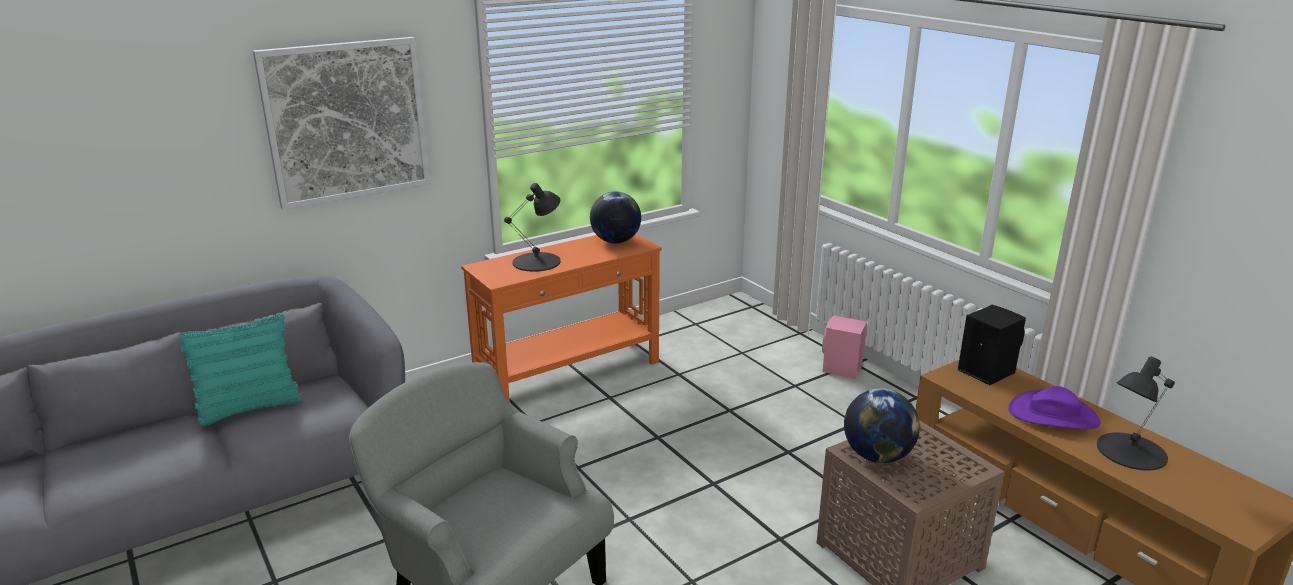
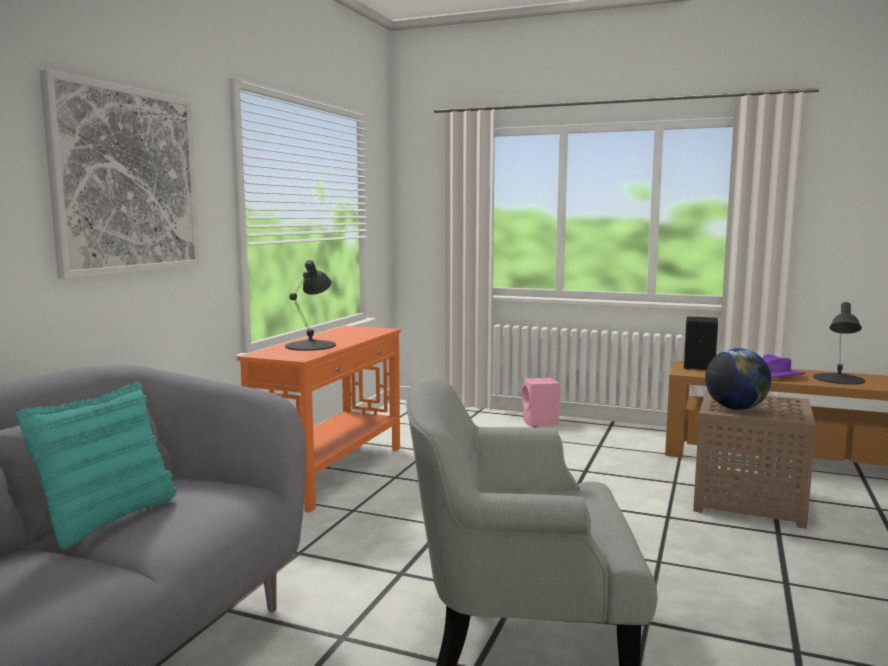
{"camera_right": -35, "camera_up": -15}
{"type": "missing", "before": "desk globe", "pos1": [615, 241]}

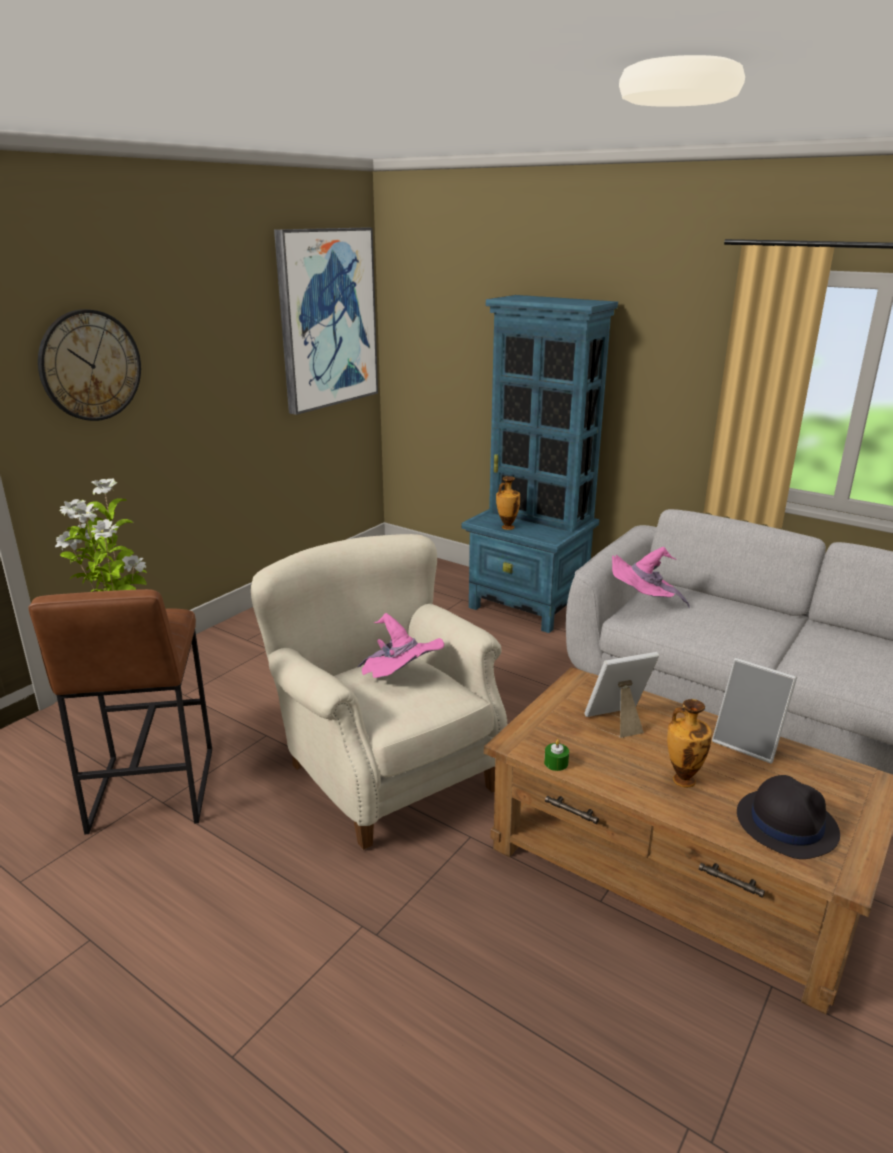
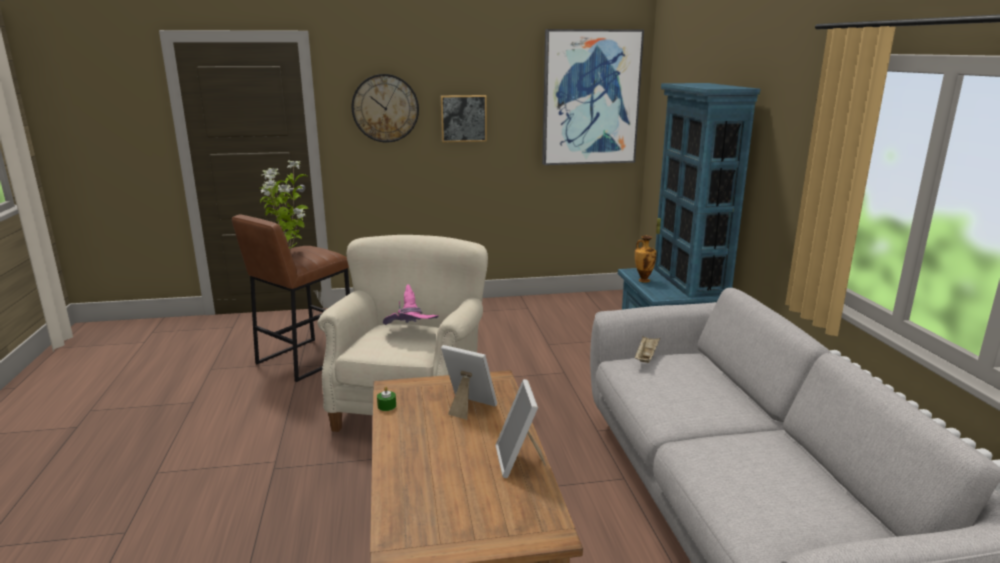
{"camera_right": 45, "camera_up": -5}
{"type": "exchanged", "before": "clothing hat in pinkish", "after": "serving tray in beige", "pos1": [642, 602], "pos2": [646, 357]}
{"type": "missing", "before": "flower vase", "pos1": [682, 779]}
{"type": "missing", "before": "clothing hat in black", "pos1": [786, 823]}
{"type": "appeared", "after": "wall picture", "pos2": [463, 118]}

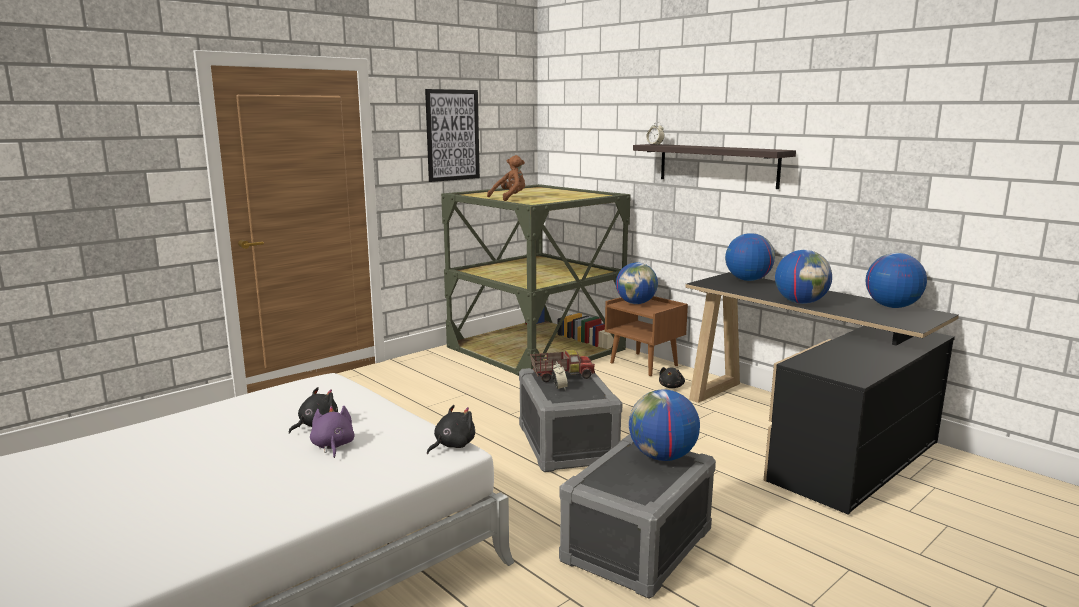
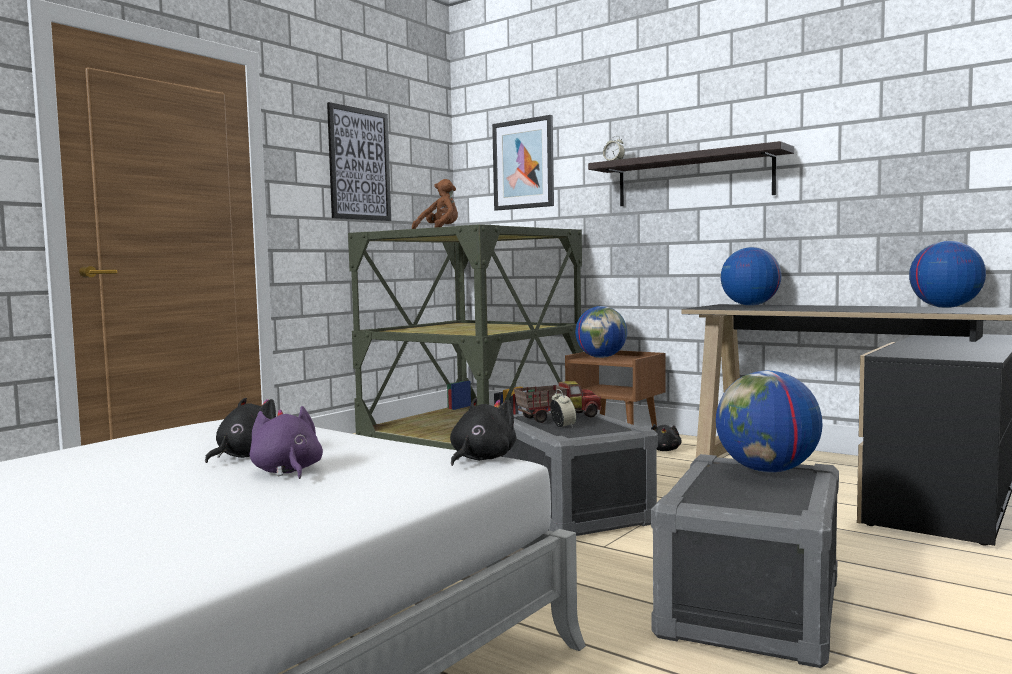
{"camera_right": -10, "camera_up": -10}
{"type": "missing", "before": "desk globe", "pos1": [800, 302]}
{"type": "appeared", "after": "wall picture", "pos2": [523, 164]}

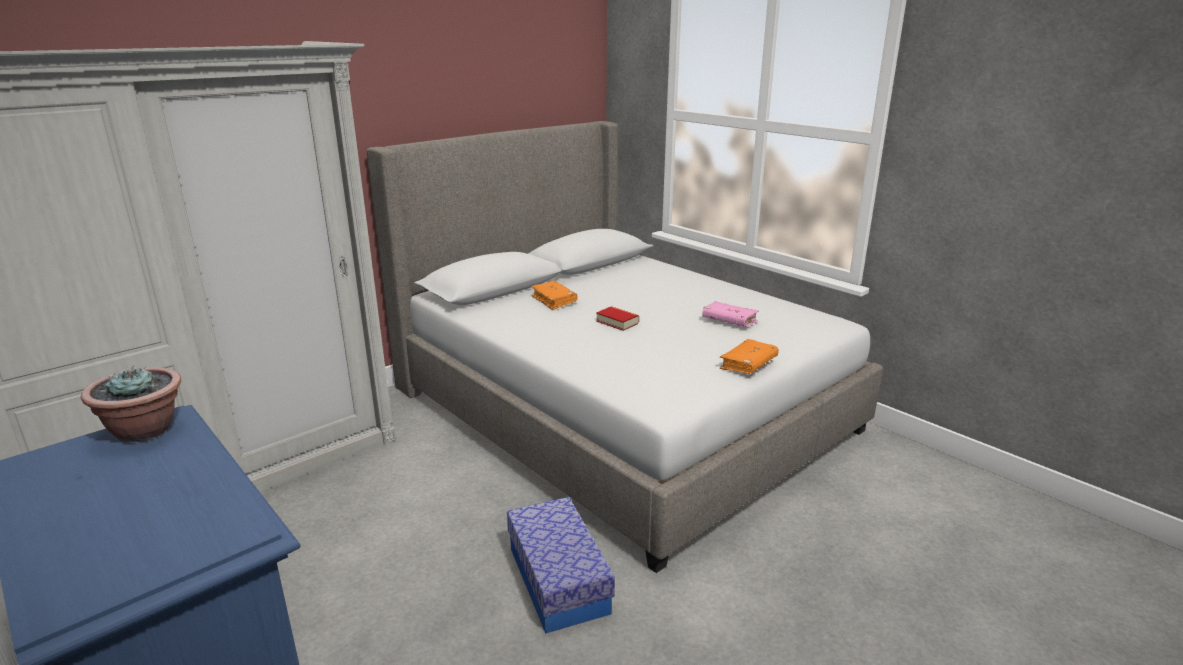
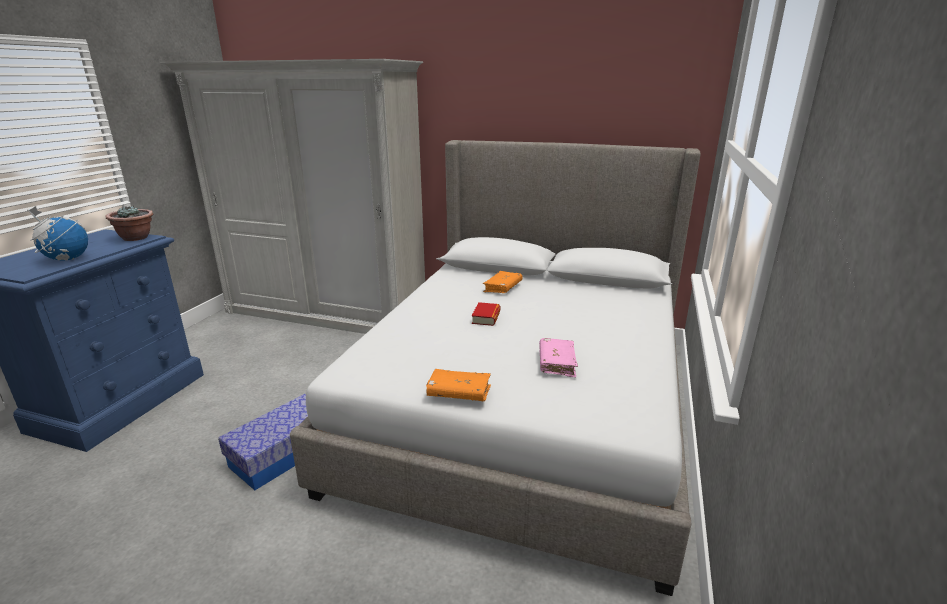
{"camera_right": 60, "camera_up": 0}
{"type": "appeared", "after": "desk globe", "pos2": [67, 259]}

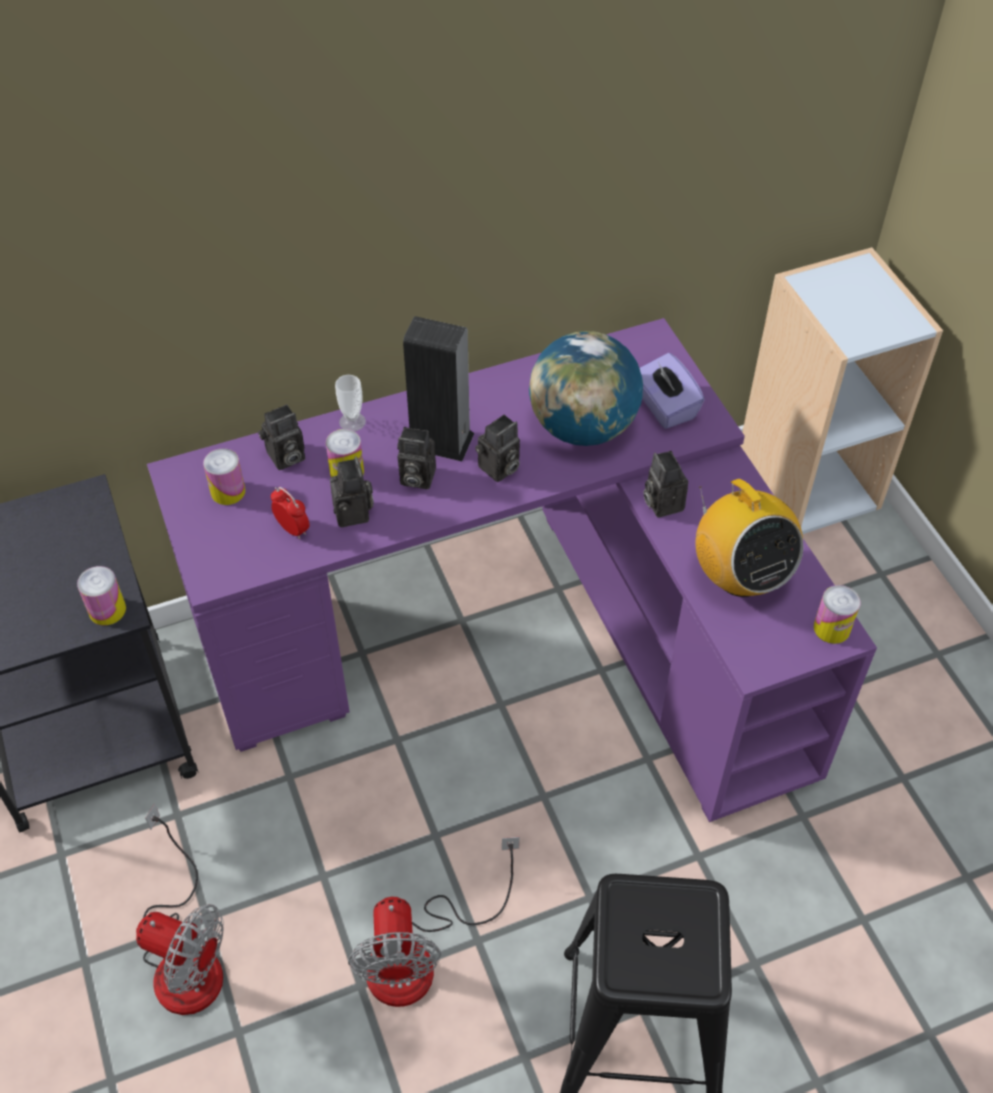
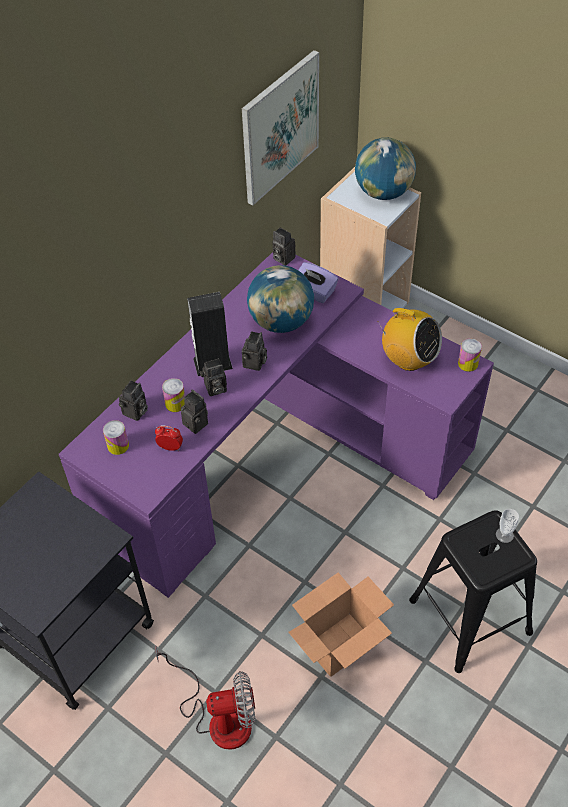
{"camera_right": -30, "camera_up": 0}
{"type": "relocated", "before": "small cup", "pos1": [352, 422], "pos2": [504, 535]}
{"type": "relocated", "before": "still camera", "pos1": [661, 502], "pos2": [282, 258]}
{"type": "missing", "before": "metal can", "pos1": [107, 610]}
{"type": "exchanged", "before": "cooling fan", "after": "packing box", "pos1": [420, 955], "pos2": [340, 644]}
{"type": "appeared", "after": "wall picture", "pos2": [280, 127]}
{"type": "appeared", "after": "desk globe", "pos2": [383, 192]}

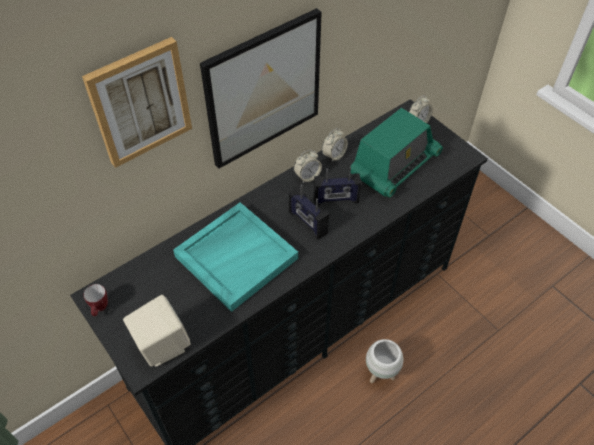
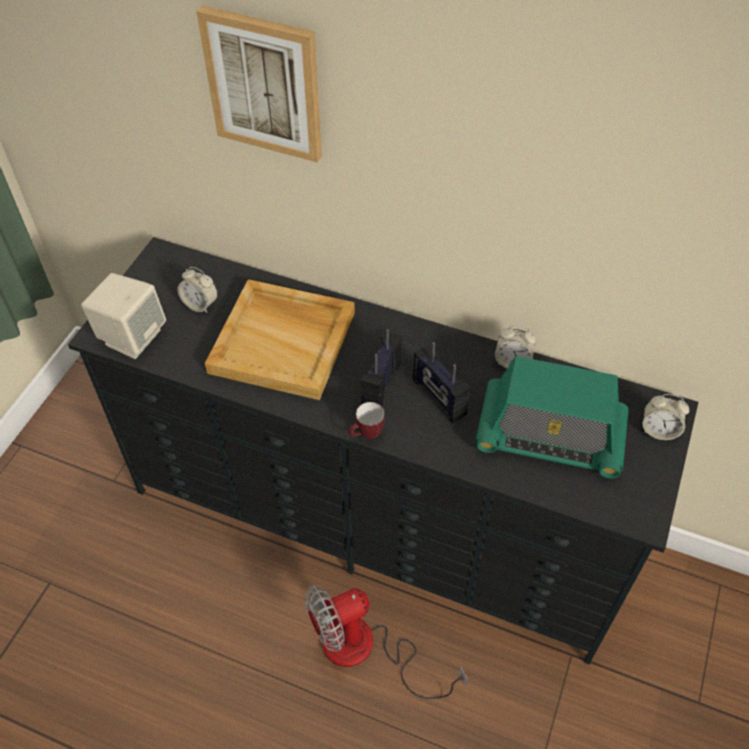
{"camera_right": 60, "camera_up": 0}
{"type": "missing", "before": "wall picture", "pos1": [263, 89]}
{"type": "relocated", "before": "alarm clock", "pos1": [307, 176], "pos2": [200, 304]}
{"type": "colour", "before": "serving tray in blue-green", "after": "serving tray in beige", "pos1": [236, 256], "pos2": [284, 341]}
{"type": "relocated", "before": "tea mug", "pos1": [100, 309], "pos2": [366, 435]}
{"type": "exchanged", "before": "plant pot in white", "after": "cooling fan", "pos1": [381, 374], "pos2": [365, 650]}

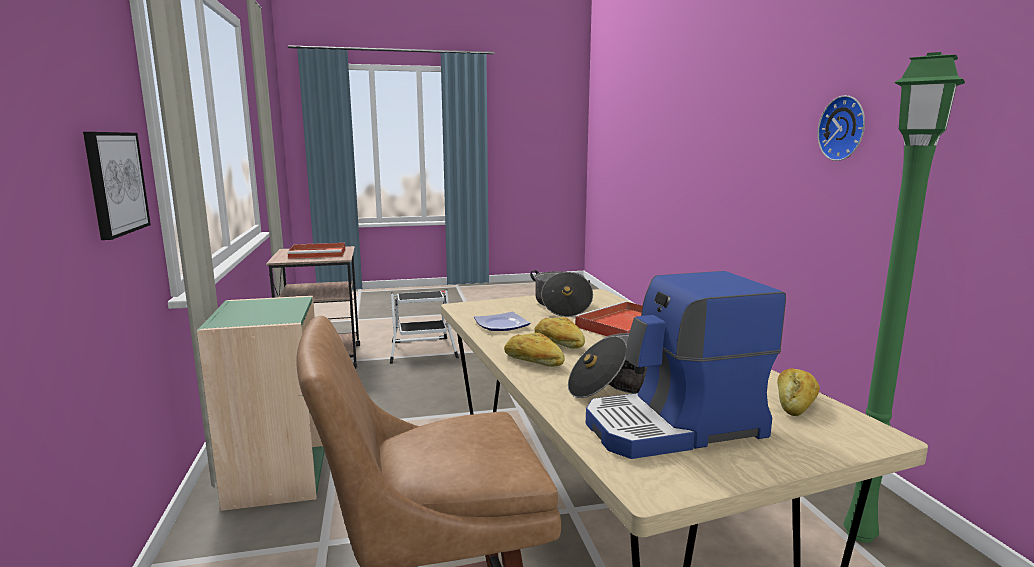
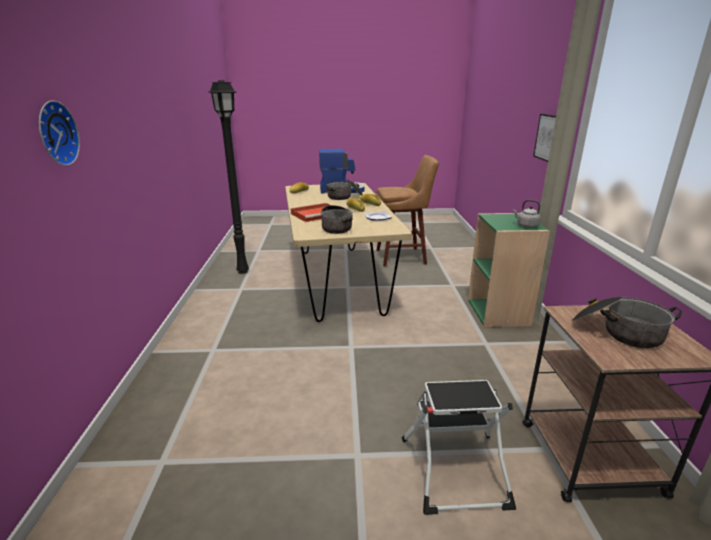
{"camera_right": -170, "camera_up": 10}
{"type": "colour", "before": "standing lamp in green-coloured", "after": "standing lamp in black", "pos1": [861, 536], "pos2": [243, 271]}
{"type": "relocated", "before": "clock on the wall", "pos1": [844, 128], "pos2": [55, 133]}
{"type": "exchanged", "before": "serving tray in reddish", "after": "cooking pot", "pos1": [319, 253], "pos2": [618, 332]}
{"type": "appeared", "after": "tea kettle in grey", "pos2": [526, 226]}

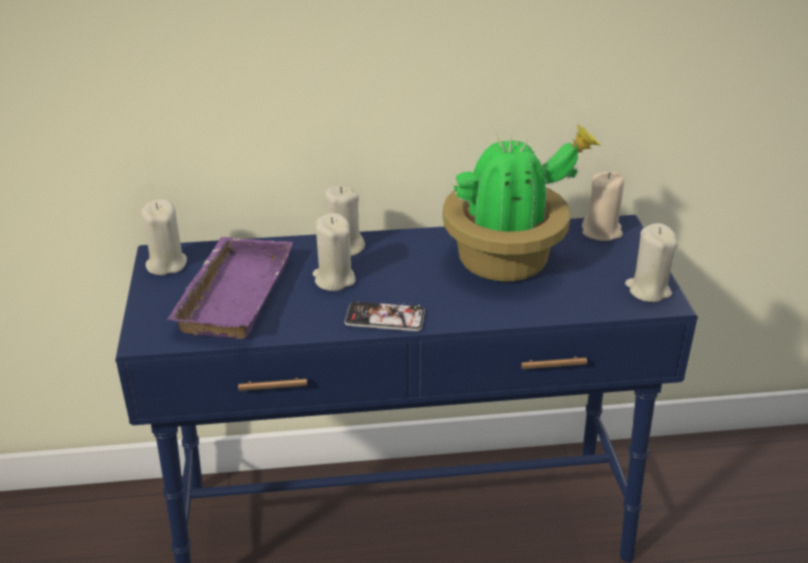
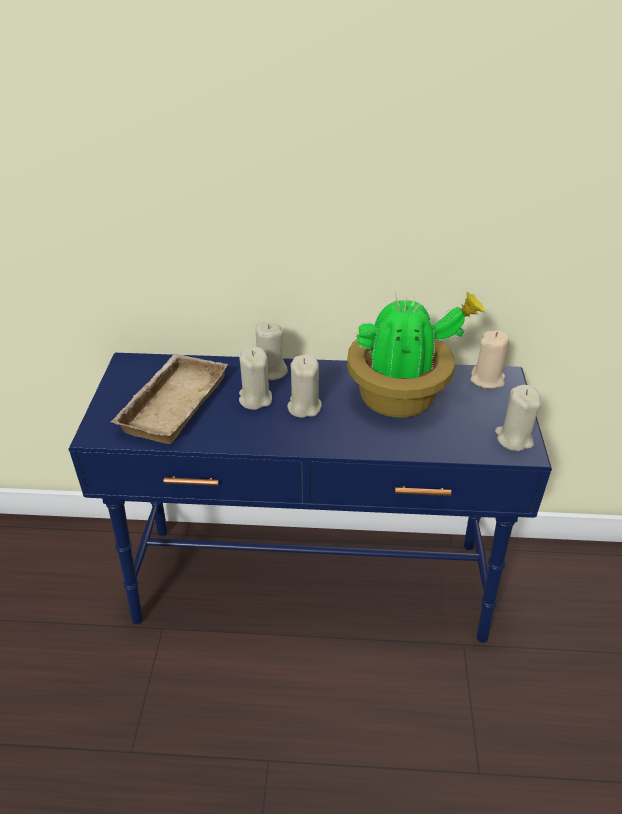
{"camera_right": 10, "camera_up": 5}
{"type": "relocated", "before": "candle in beige", "pos1": [166, 264], "pos2": [304, 406]}
{"type": "colour", "before": "serving tray in purplish", "after": "serving tray in beige", "pos1": [232, 294], "pos2": [172, 402]}
{"type": "missing", "before": "phone", "pos1": [385, 318]}

